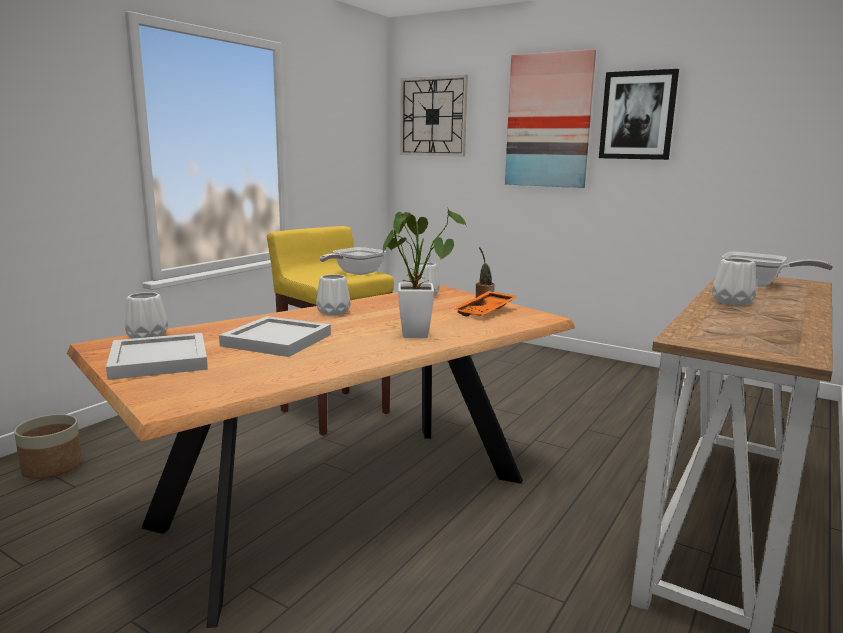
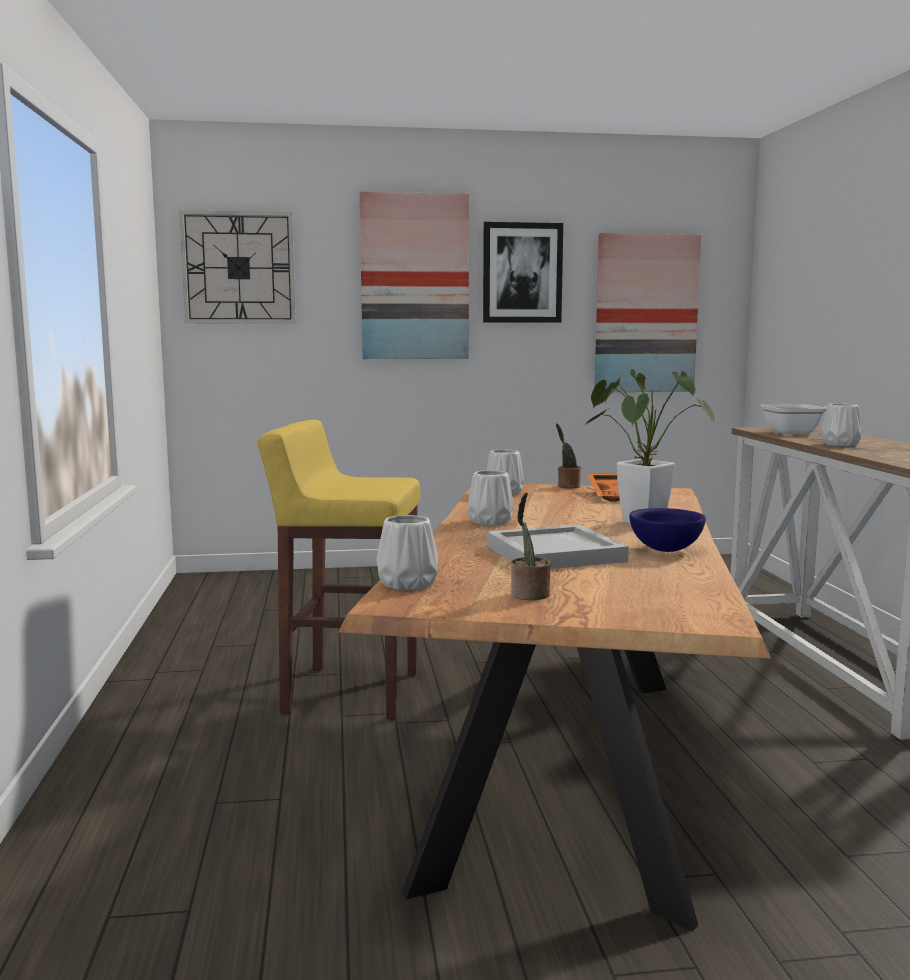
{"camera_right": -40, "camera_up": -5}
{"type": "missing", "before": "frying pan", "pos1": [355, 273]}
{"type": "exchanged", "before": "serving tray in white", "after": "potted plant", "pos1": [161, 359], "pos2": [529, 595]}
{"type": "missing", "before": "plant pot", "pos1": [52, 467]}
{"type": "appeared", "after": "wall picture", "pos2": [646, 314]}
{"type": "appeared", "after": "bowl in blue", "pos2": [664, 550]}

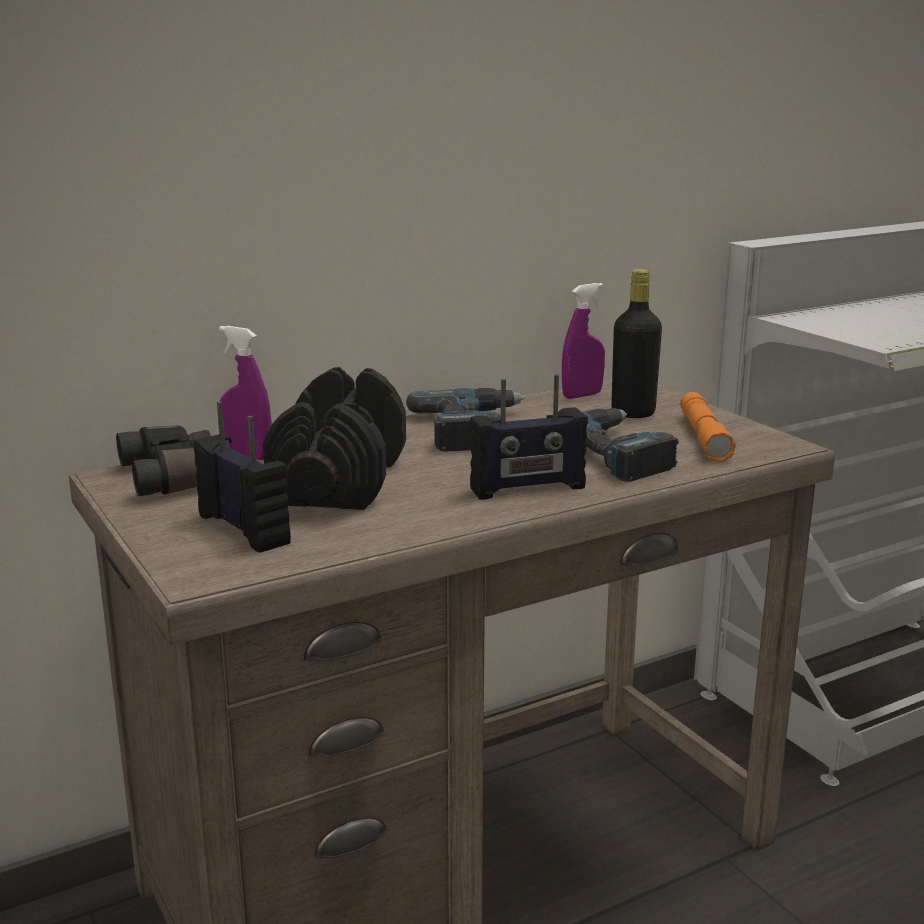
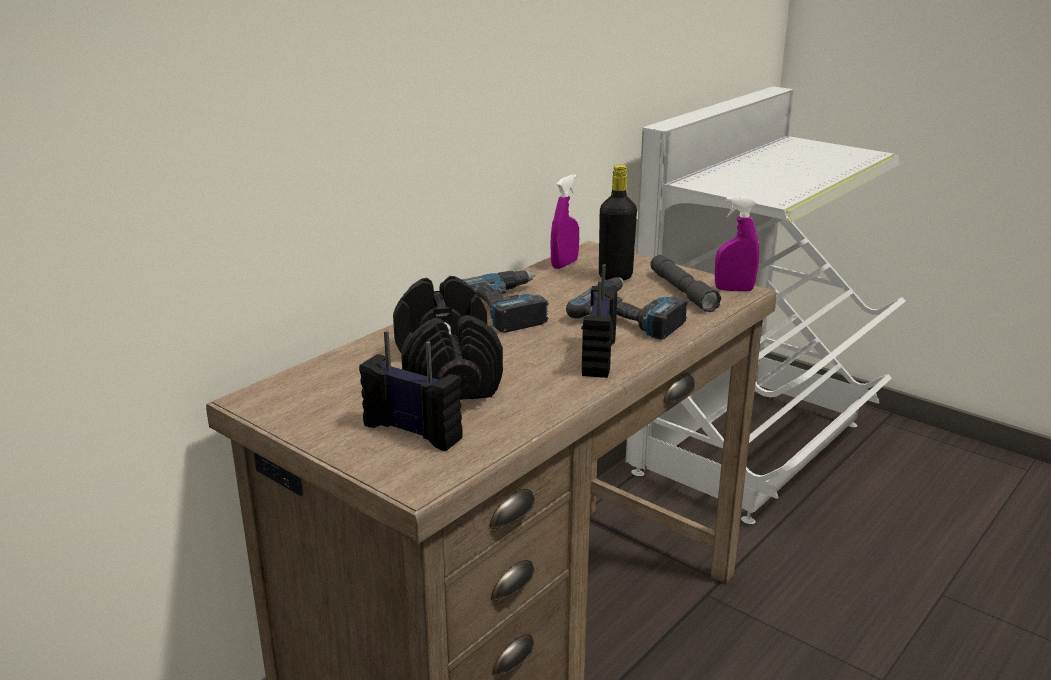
{"camera_right": -20, "camera_up": 5}
{"type": "relocated", "before": "hand sprayer in purplish", "pos1": [247, 456], "pos2": [734, 289]}
{"type": "spun", "before": "radio set", "pos1": [528, 489], "pos2": [597, 357], "turn": 135}
{"type": "colour", "before": "hand torch in orange-coloured", "after": "hand torch in grey", "pos1": [704, 437], "pos2": [682, 291]}
{"type": "missing", "before": "pair of binoculars in black", "pos1": [175, 477]}

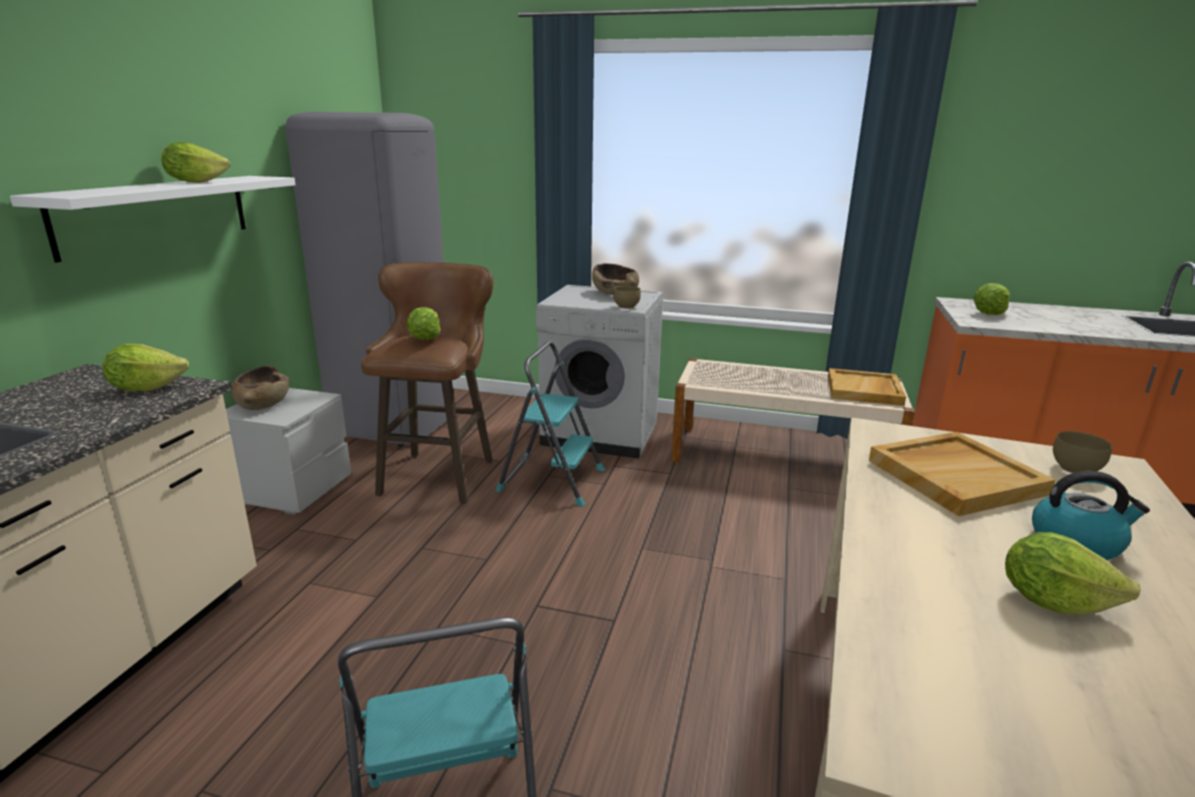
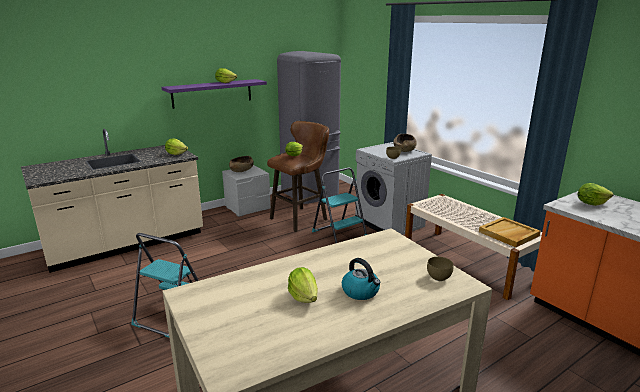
{"camera_right": 40, "camera_up": 0}
{"type": "colour", "before": "bracket shelf in white", "after": "bracket shelf in purplish", "pos1": [157, 214], "pos2": [212, 93]}
{"type": "missing", "before": "serving tray in beige", "pos1": [955, 476]}

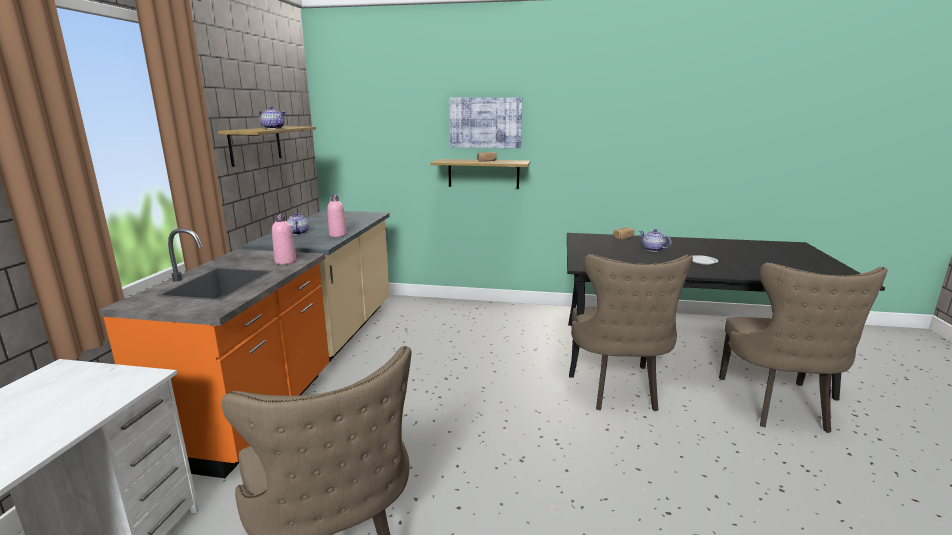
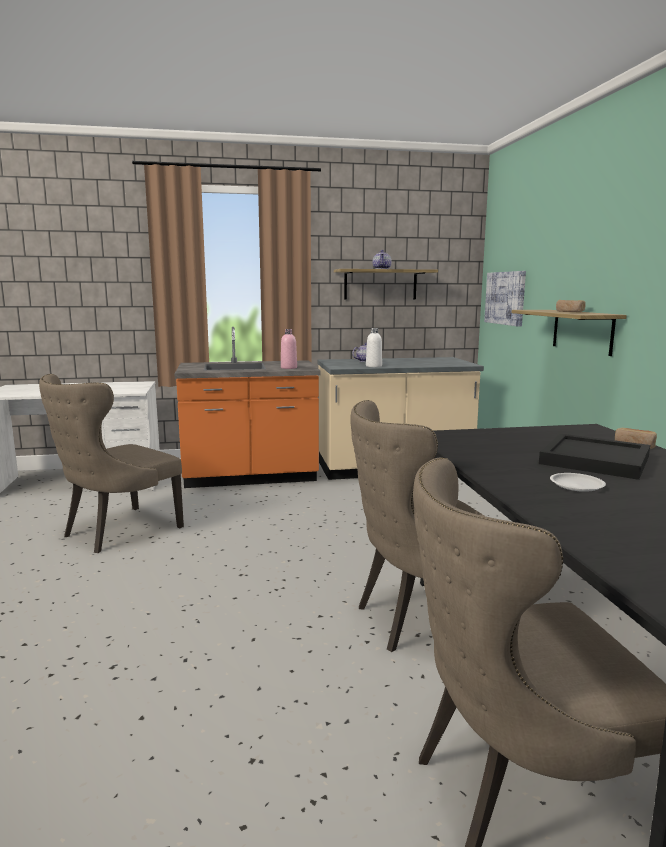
{"camera_right": 70, "camera_up": -5}
{"type": "relocated", "before": "wall picture", "pos1": [485, 122], "pos2": [505, 298]}
{"type": "colour", "before": "drink bottle in pinkish", "after": "drink bottle in white", "pos1": [337, 235], "pos2": [373, 366]}
{"type": "exchanged", "before": "tea pot", "after": "serving tray in black", "pos1": [653, 249], "pos2": [593, 460]}

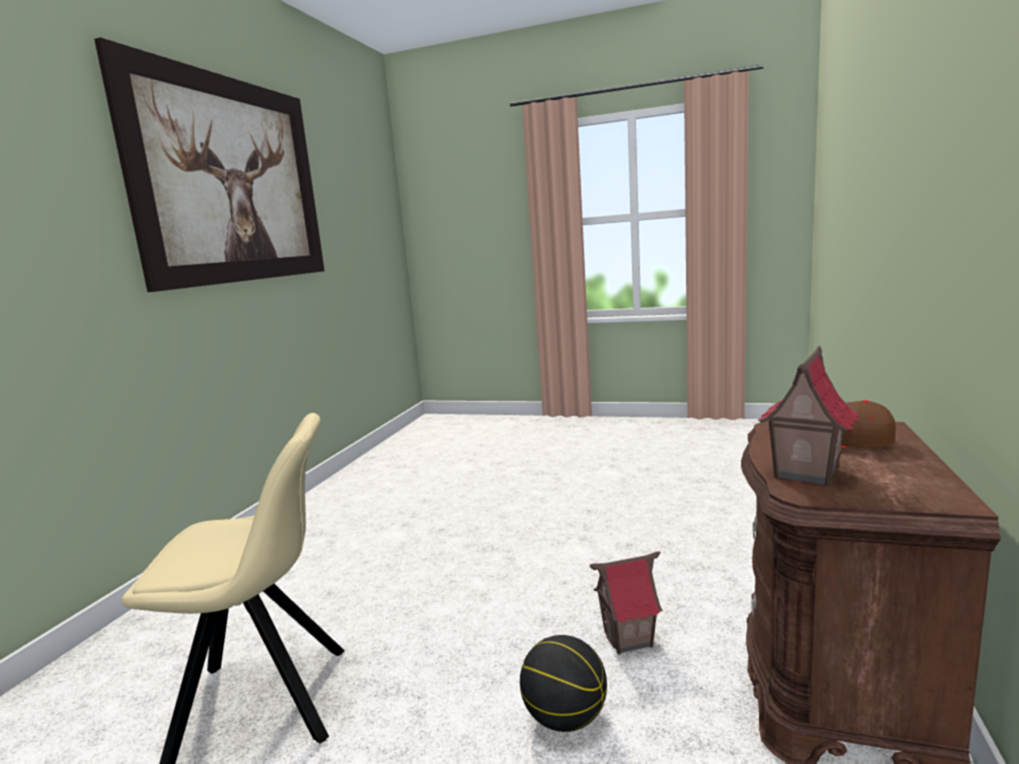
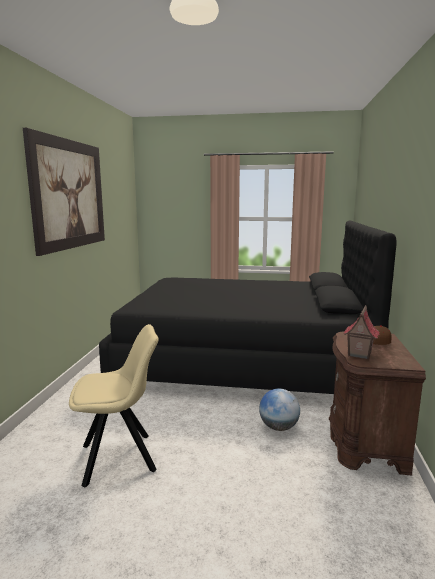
{"camera_right": -10, "camera_up": 0}
{"type": "exchanged", "before": "model house", "after": "desk globe", "pos1": [628, 639], "pos2": [278, 427]}
{"type": "missing", "before": "ball for basketball", "pos1": [565, 717]}
{"type": "appeared", "after": "bedroom bed in black", "pos2": [243, 361]}

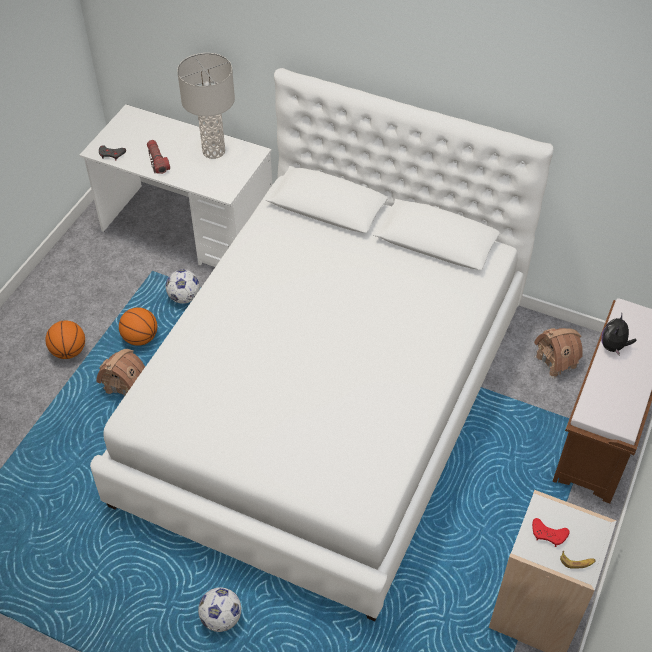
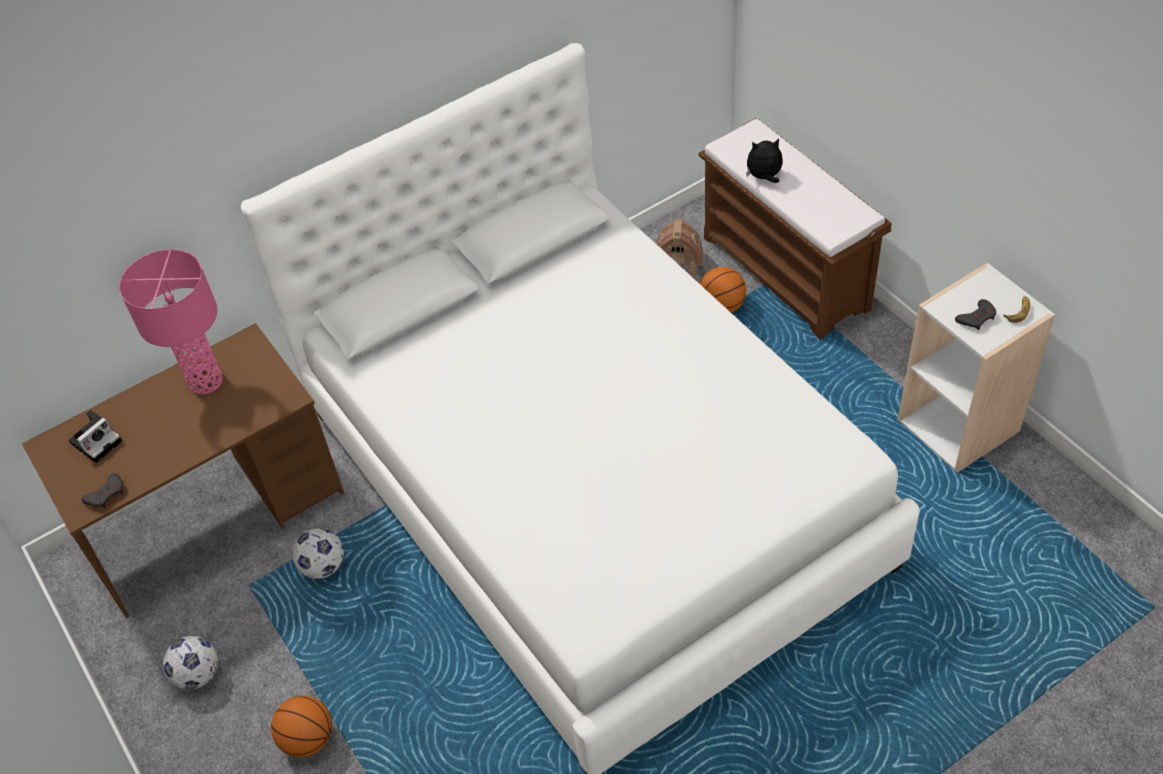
{"camera_right": -55, "camera_up": 0}
{"type": "colour", "before": "table lamp in white", "after": "table lamp in pinkish", "pos1": [213, 151], "pos2": [206, 381]}
{"type": "colour", "before": "desk unit in white", "after": "desk unit in brown", "pos1": [188, 231], "pos2": [215, 517]}
{"type": "missing", "before": "hand torch", "pos1": [157, 161]}
{"type": "relocated", "before": "ball for basketball", "pos1": [140, 338], "pos2": [721, 306]}
{"type": "spun", "before": "soft toy", "pos1": [613, 346], "pos2": [764, 177], "turn": 120}
{"type": "missing", "before": "model house", "pos1": [125, 385]}
{"type": "colour", "before": "game controller in reddish", "after": "game controller in grey", "pos1": [548, 534], "pos2": [976, 318]}
{"type": "relocated", "before": "football", "pos1": [221, 618], "pos2": [198, 674]}
{"type": "appeared", "after": "still camera", "pos2": [97, 440]}

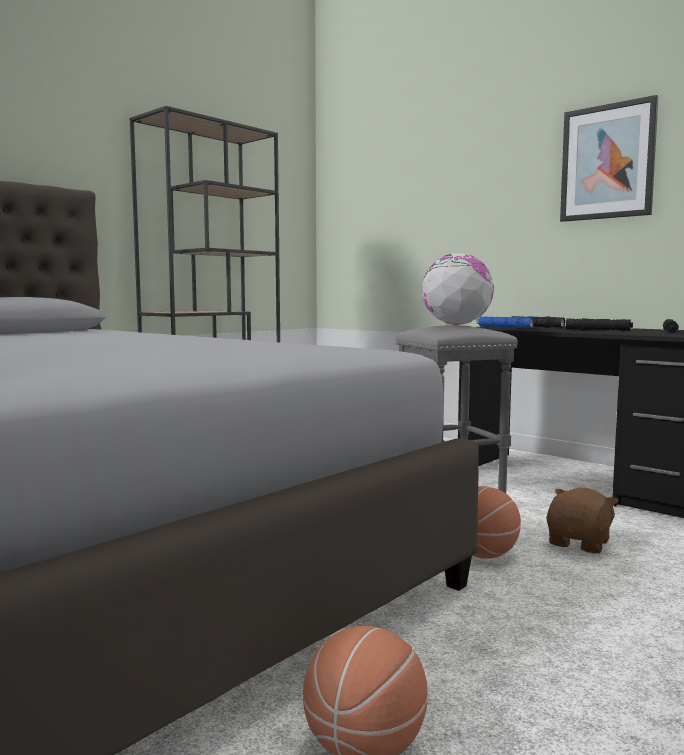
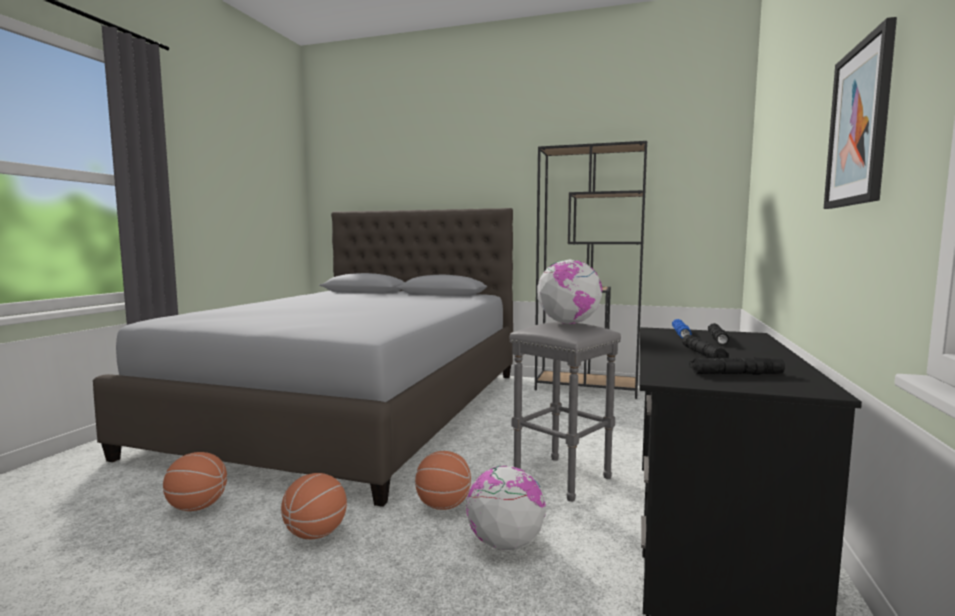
{"camera_right": 65, "camera_up": 0}
{"type": "exchanged", "before": "soft toy in brown", "after": "desk globe", "pos1": [579, 543], "pos2": [505, 543]}
{"type": "appeared", "after": "ball for basketball", "pos2": [315, 534]}

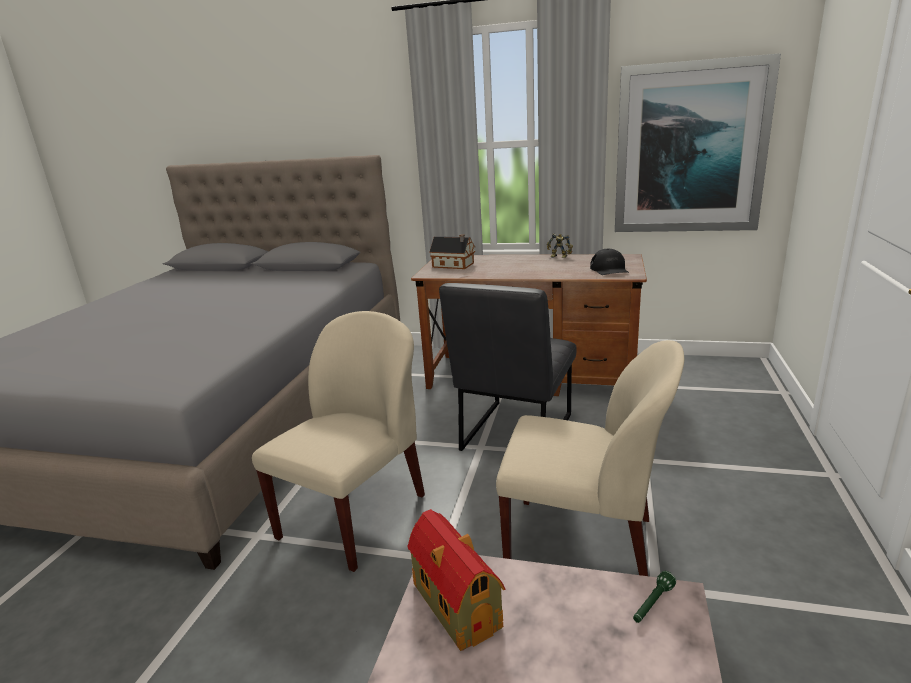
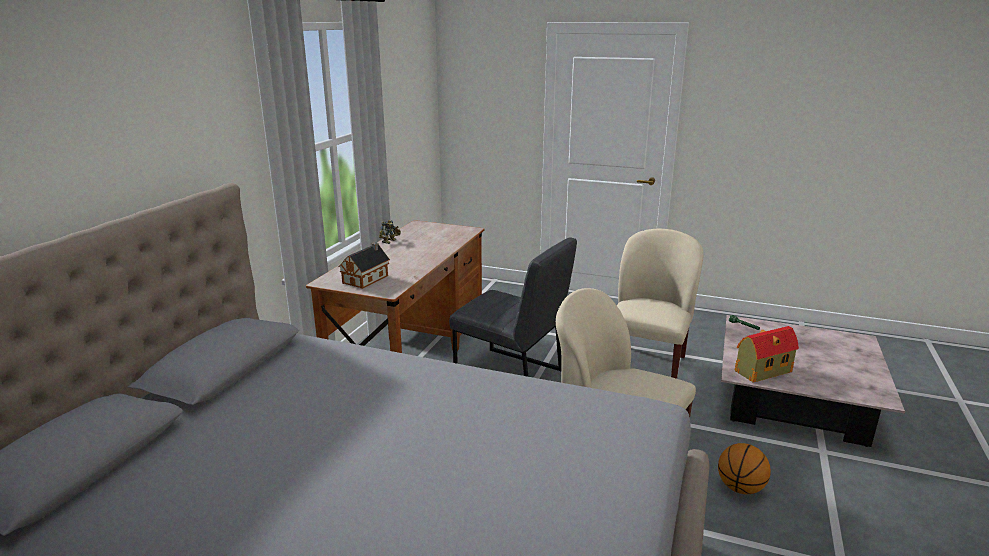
{"camera_right": -85, "camera_up": 0}
{"type": "missing", "before": "wall picture", "pos1": [689, 149]}
{"type": "missing", "before": "peaked cap in black", "pos1": [609, 269]}
{"type": "appeared", "after": "ball for basketball", "pos2": [740, 488]}

